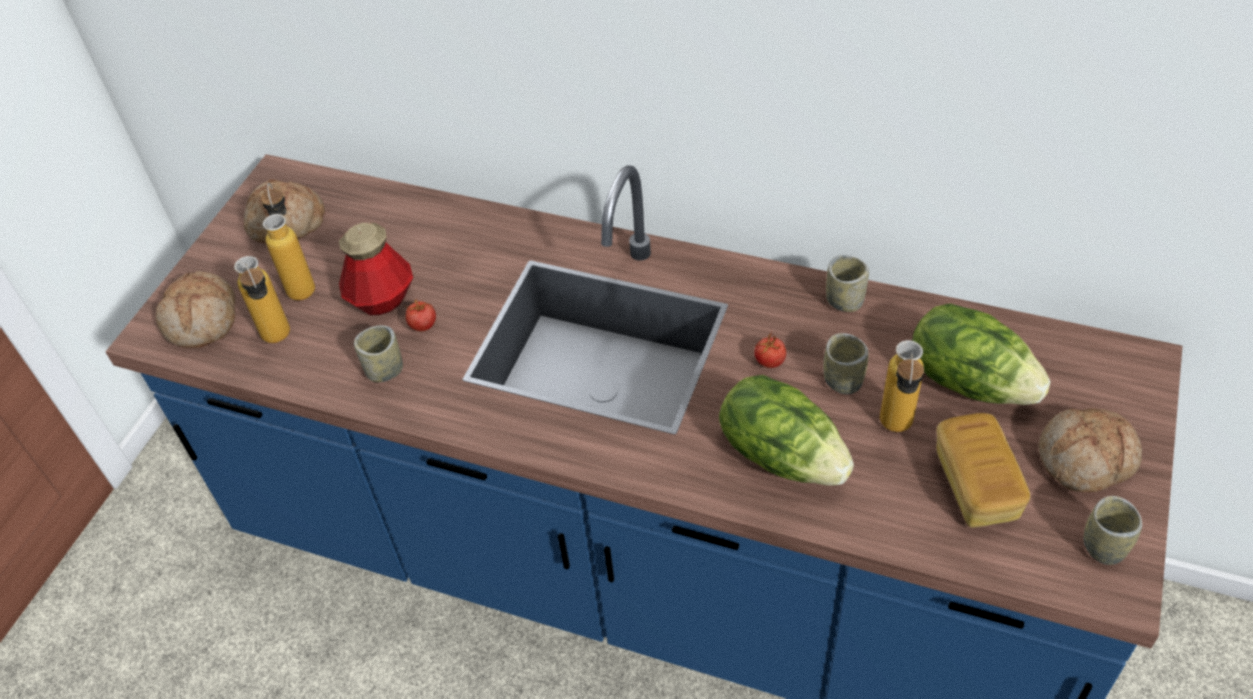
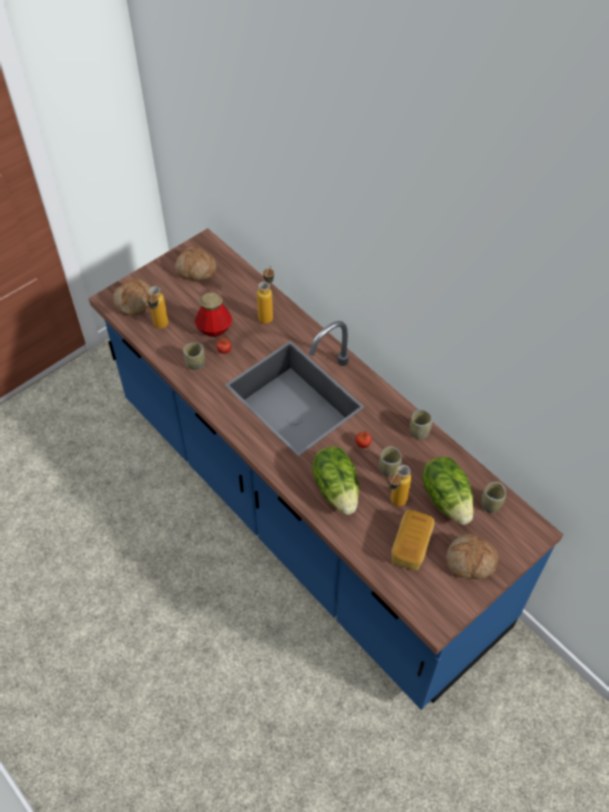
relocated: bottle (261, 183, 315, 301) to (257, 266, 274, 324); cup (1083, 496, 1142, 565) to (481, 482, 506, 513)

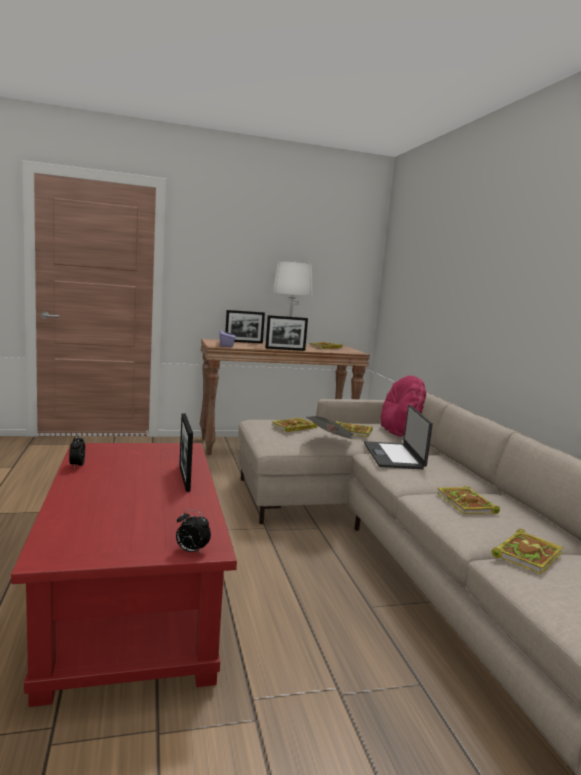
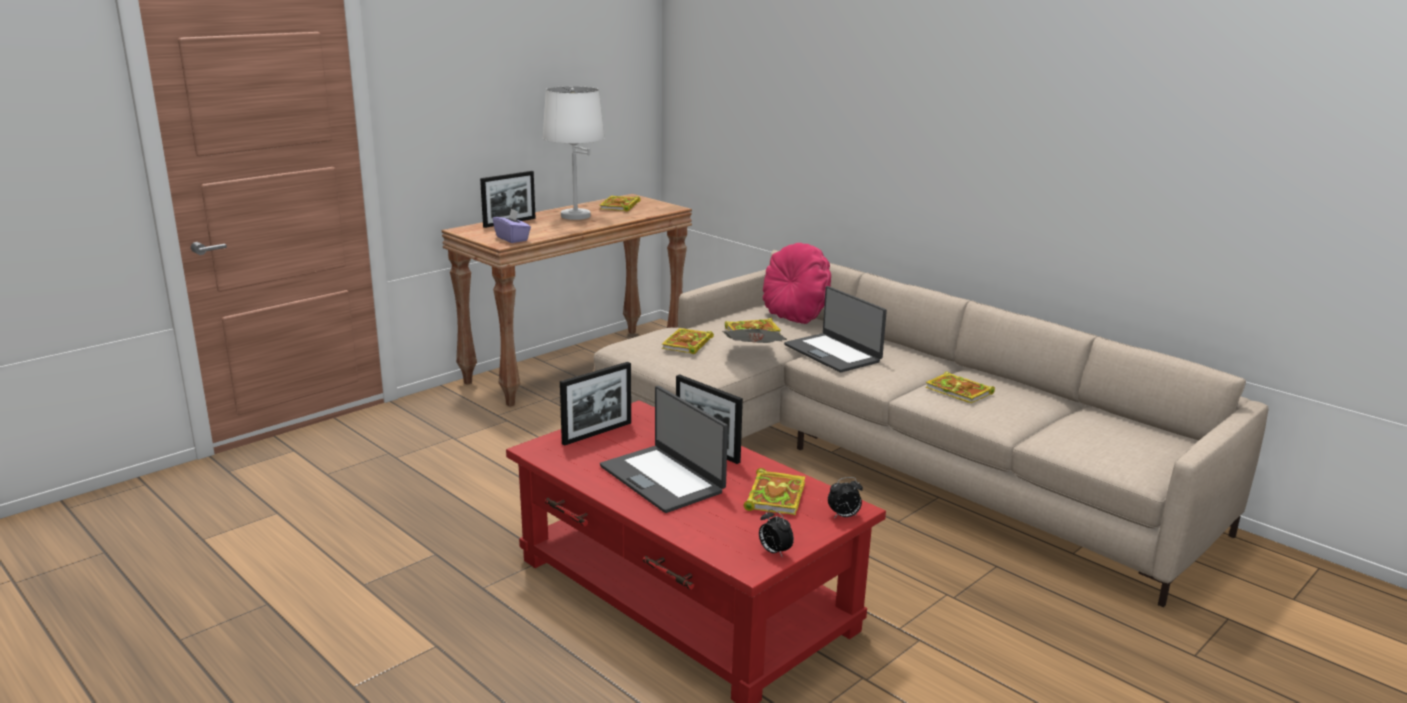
appeared: laptop (600, 386, 728, 513)
relocated: picture frame (265, 315, 308, 351) to (560, 362, 631, 446); book (491, 529, 564, 574) to (744, 468, 806, 515); alarm clock (69, 434, 85, 469) to (759, 509, 794, 558)

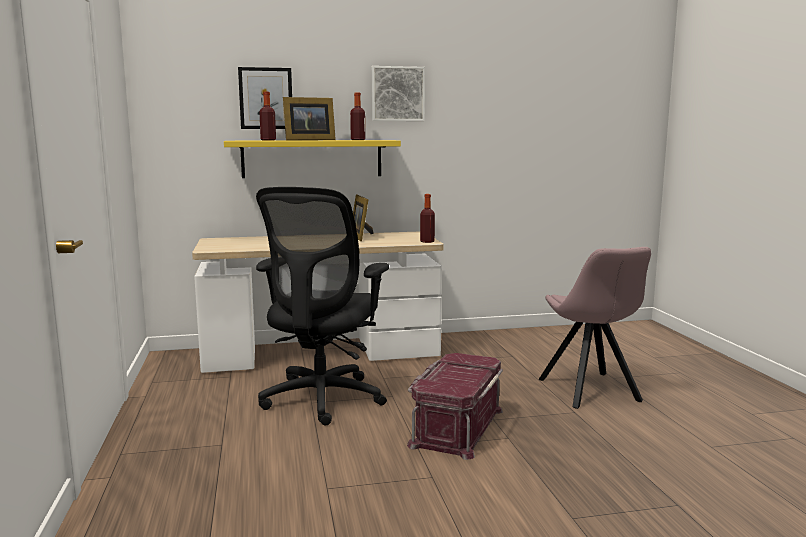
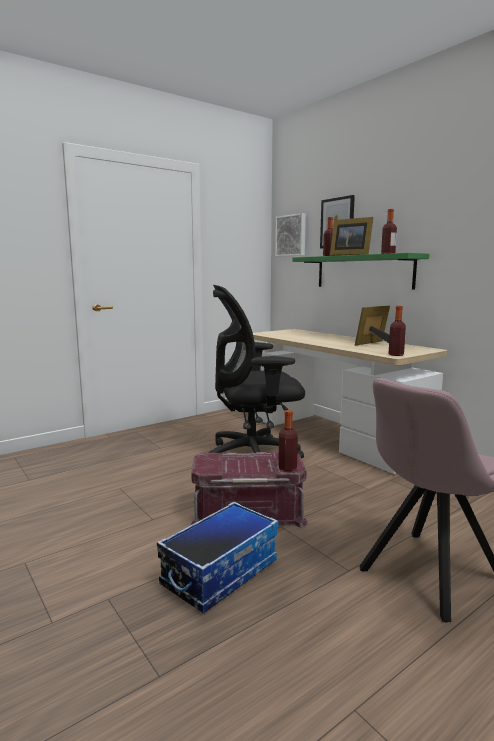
appeared: storage box (157, 502, 279, 614); bottle (278, 410, 298, 471)
relocated: picture (372, 66, 425, 121) to (275, 213, 306, 257)
colour: shelf (yellow) (224, 140, 401, 178) to shelf (green) (292, 253, 429, 290)

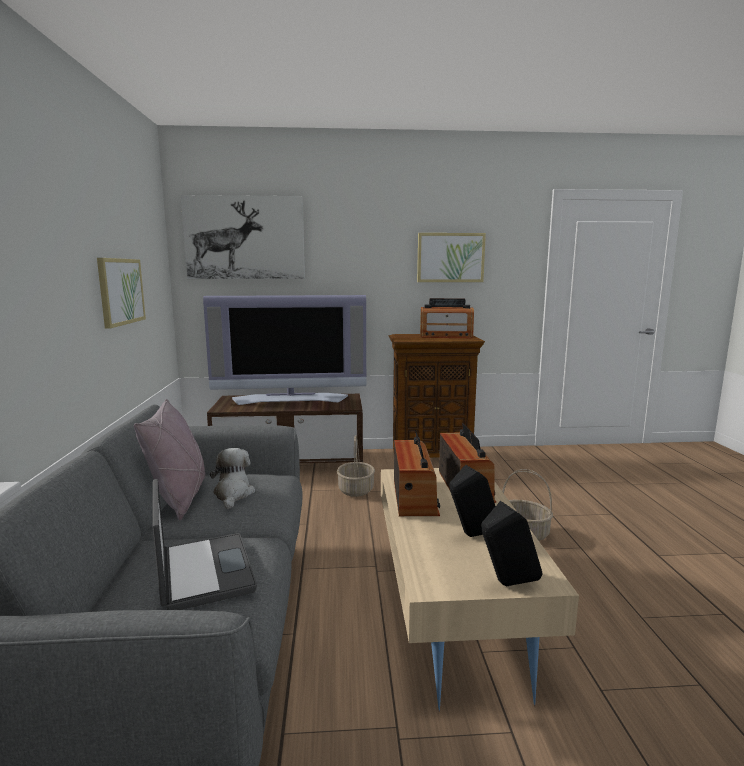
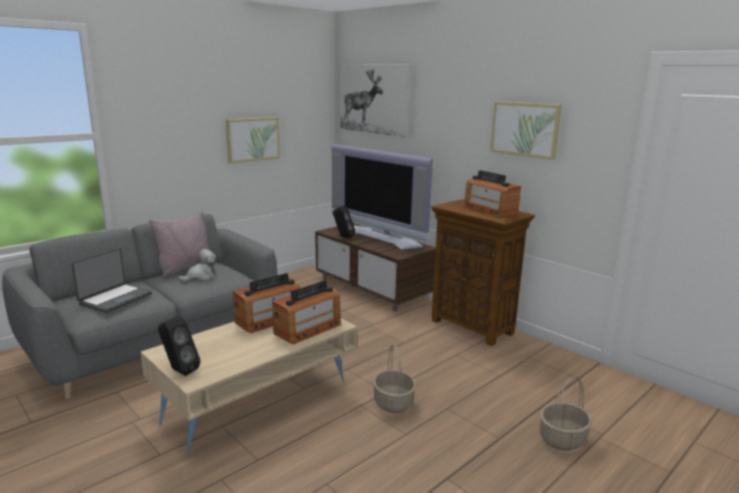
relocated: speaker (black) (449, 464, 495, 537) to (333, 205, 355, 238); basket (337, 435, 375, 497) to (540, 376, 592, 450)

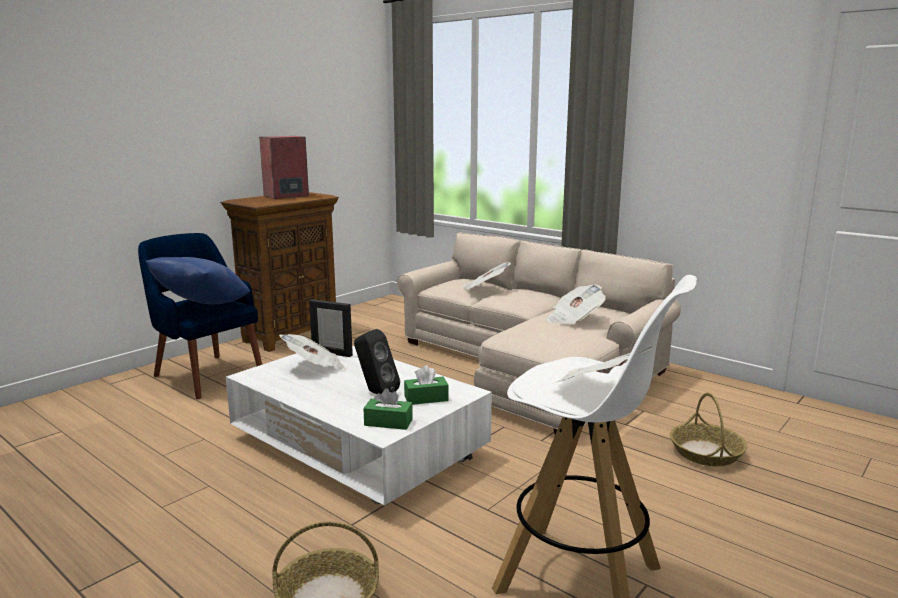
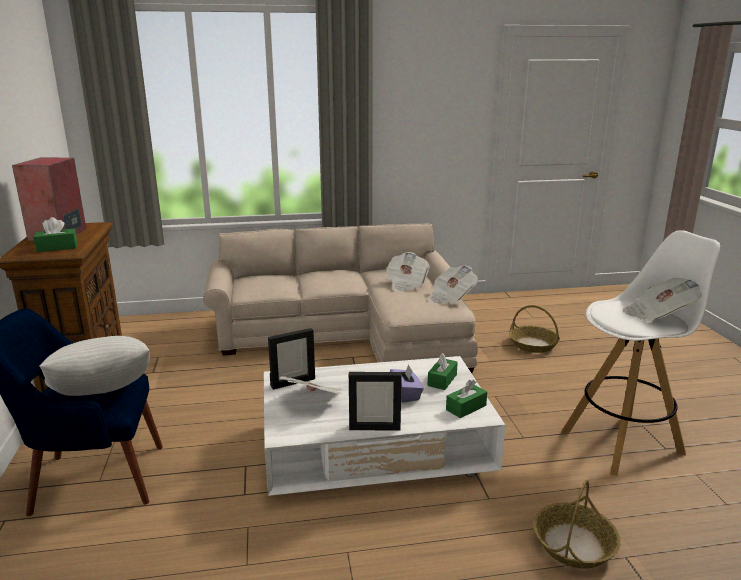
appeared: tissue box (green) (33, 217, 77, 252); picture frame (349, 372, 402, 430)
relocated: newspaper (463, 262, 511, 290) to (428, 265, 478, 304)
exchanged: speaker (black) (354, 329, 400, 394) to tissue box (purple) (390, 364, 424, 403)
colour: pillow (blue) (146, 257, 250, 304) to pillow (white) (39, 336, 150, 396)

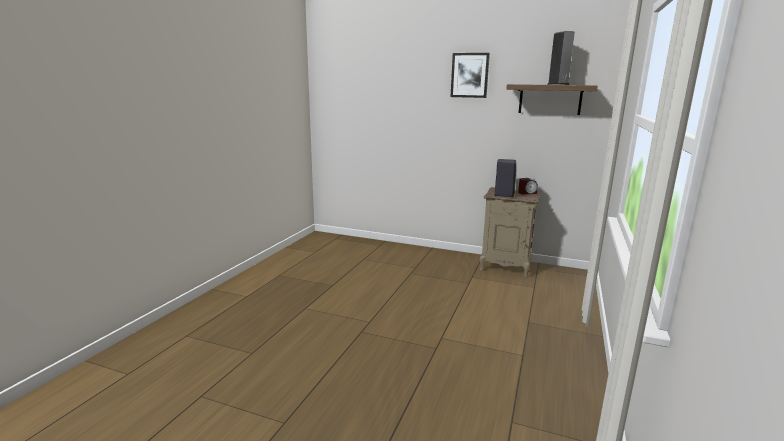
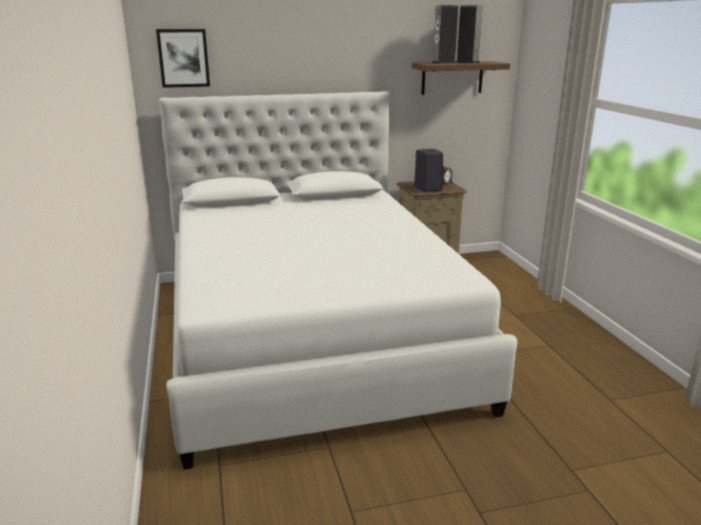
appeared: bed (white) (159, 91, 517, 470); speaker (432, 5, 459, 64)
relocated: picture (451, 53, 490, 98) to (156, 29, 210, 88)

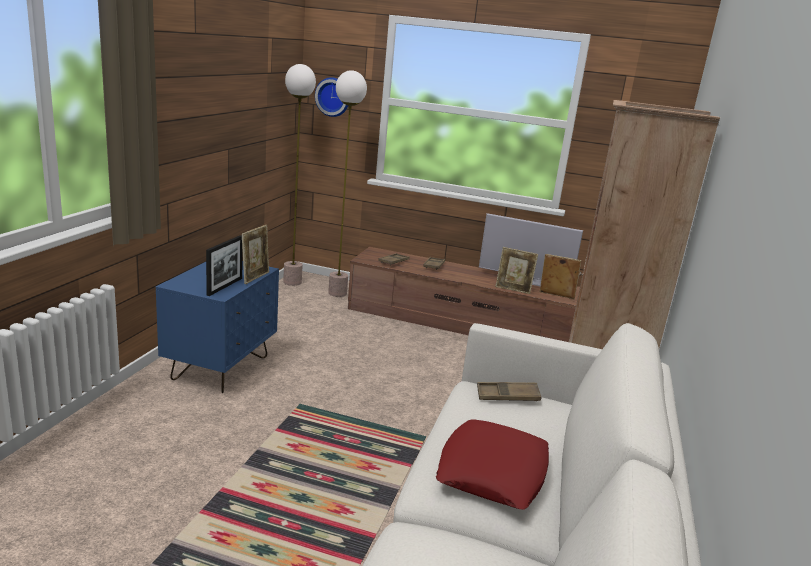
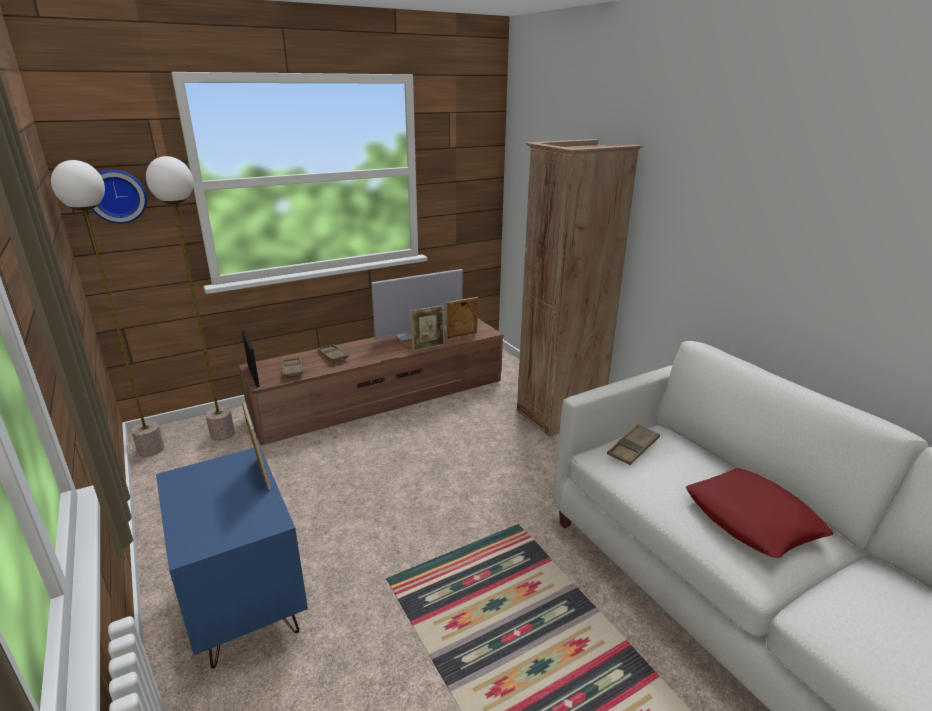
relocated: picture frame (206, 235, 243, 296) to (242, 330, 260, 387)

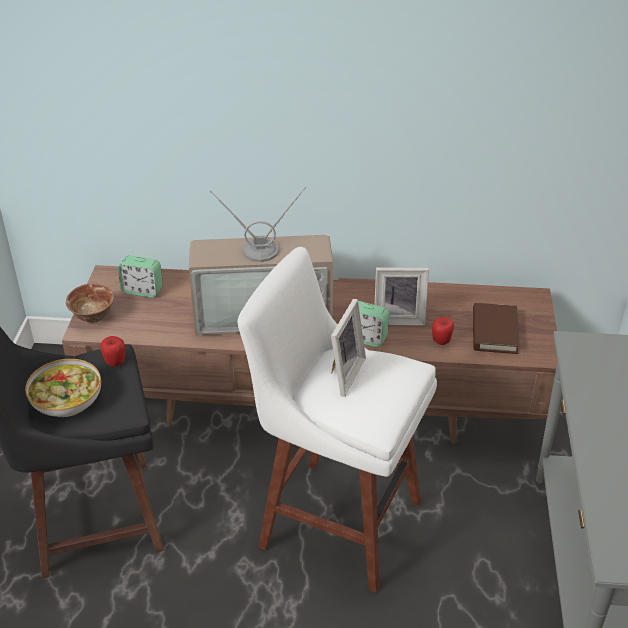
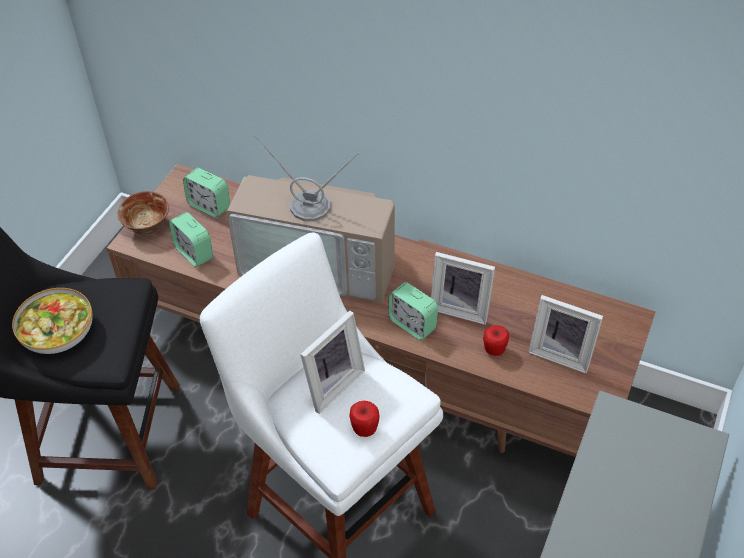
appeared: alarm clock (169, 212, 213, 267)
relocated: apple (100, 336, 125, 367) to (350, 401, 379, 437)
exchanged: book (brown) (473, 303, 520, 354) to picture frame (528, 295, 603, 373)

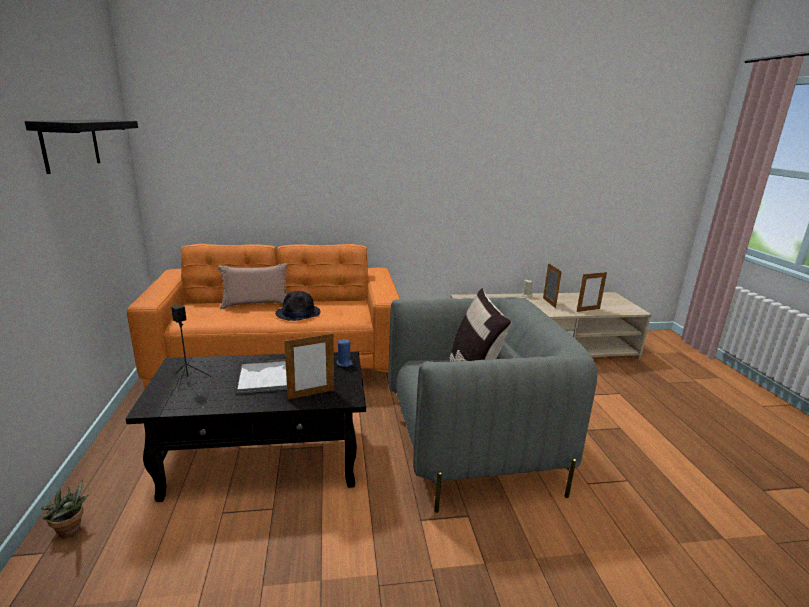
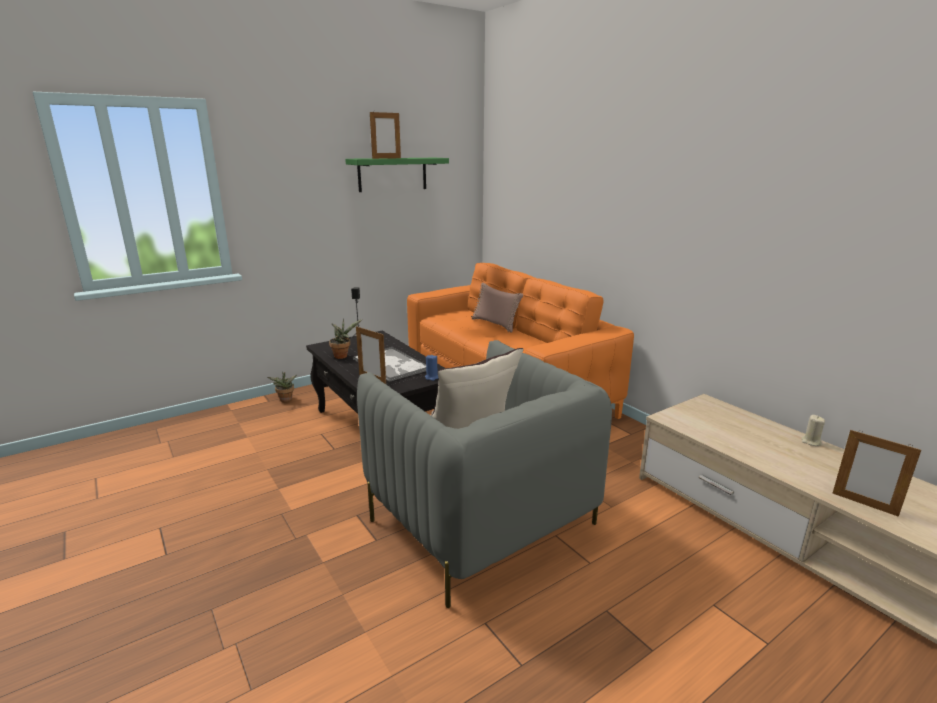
missing: hat (black) (275, 291, 321, 321)
appeared: potted plant (329, 319, 362, 359)
relocated: picture frame (543, 263, 562, 308) to (370, 112, 401, 159)
colour: shelf (black) (25, 120, 138, 174) to shelf (green) (345, 158, 449, 192)

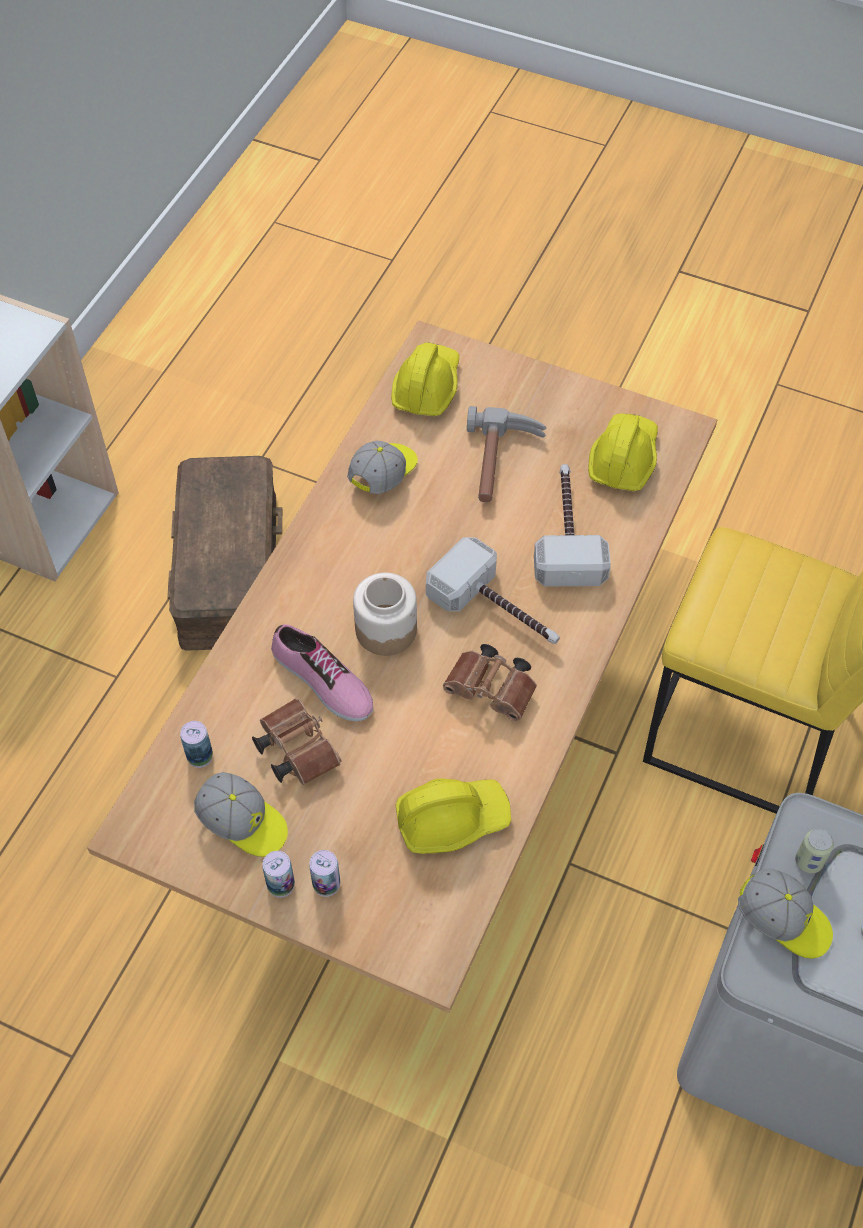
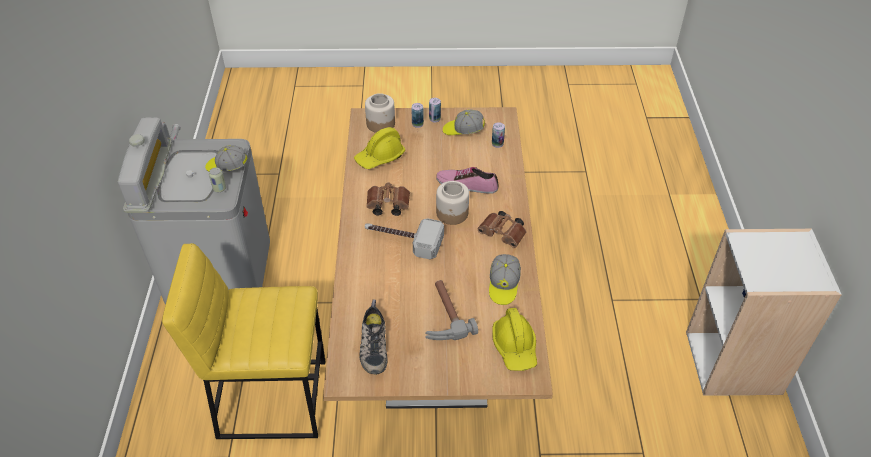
missing: storage box (brown) (167, 456, 282, 651); hammer (534, 464, 611, 587)
appeared: jar (365, 93, 395, 133)
relocated: binoculars (brown) (252, 698, 342, 785) to (477, 211, 526, 248)
exchanged: hard hat (yellow) (588, 413, 658, 491) to shoe (359, 300, 388, 375)

